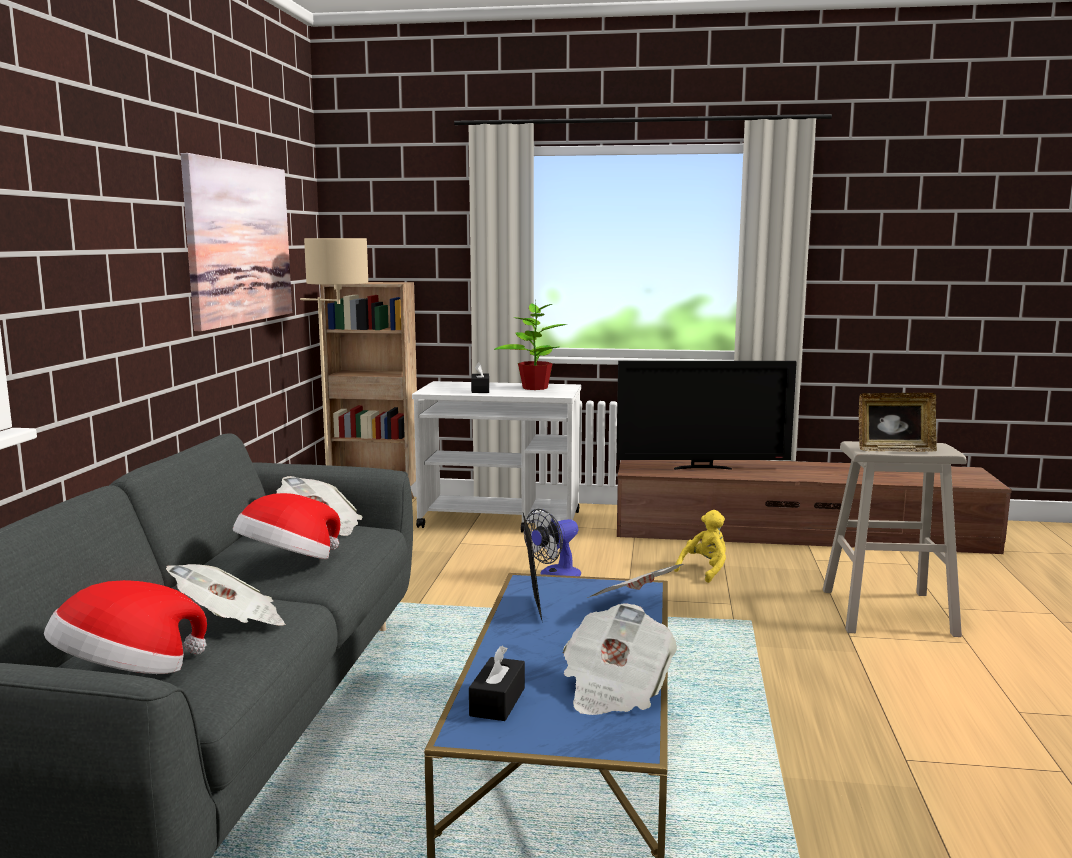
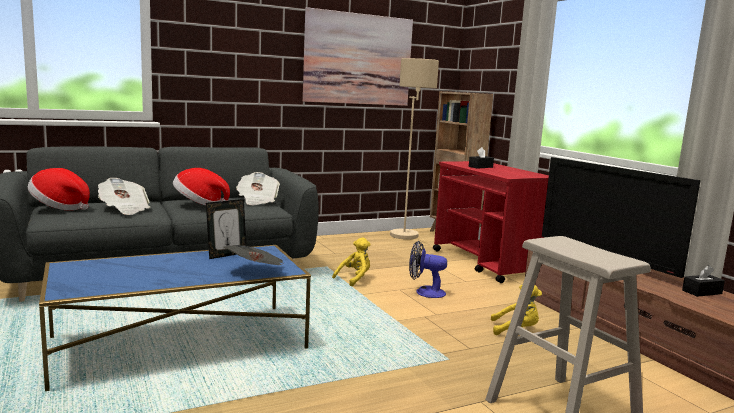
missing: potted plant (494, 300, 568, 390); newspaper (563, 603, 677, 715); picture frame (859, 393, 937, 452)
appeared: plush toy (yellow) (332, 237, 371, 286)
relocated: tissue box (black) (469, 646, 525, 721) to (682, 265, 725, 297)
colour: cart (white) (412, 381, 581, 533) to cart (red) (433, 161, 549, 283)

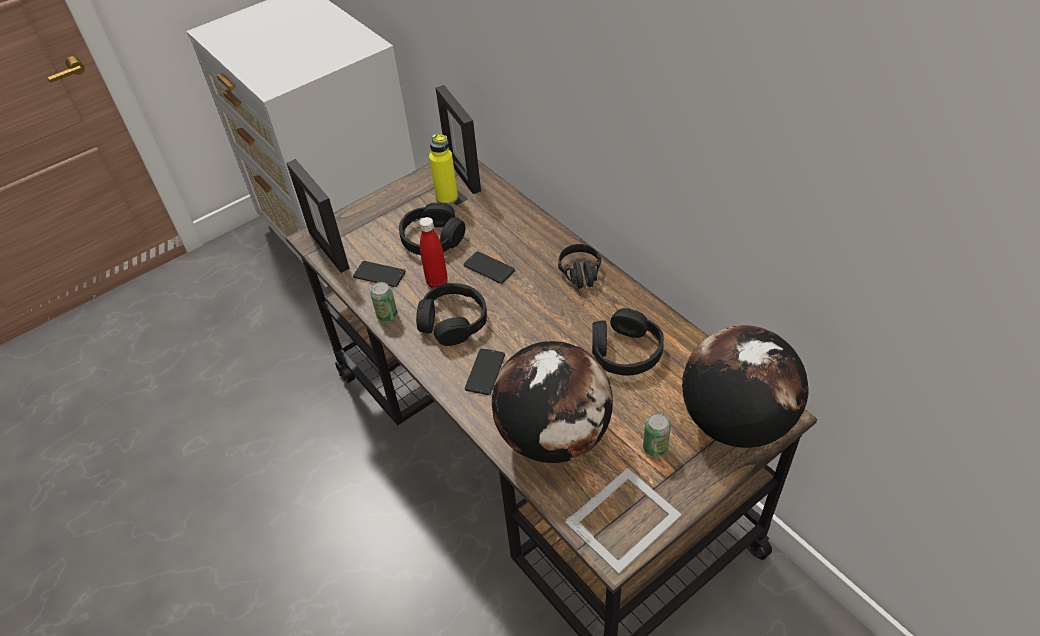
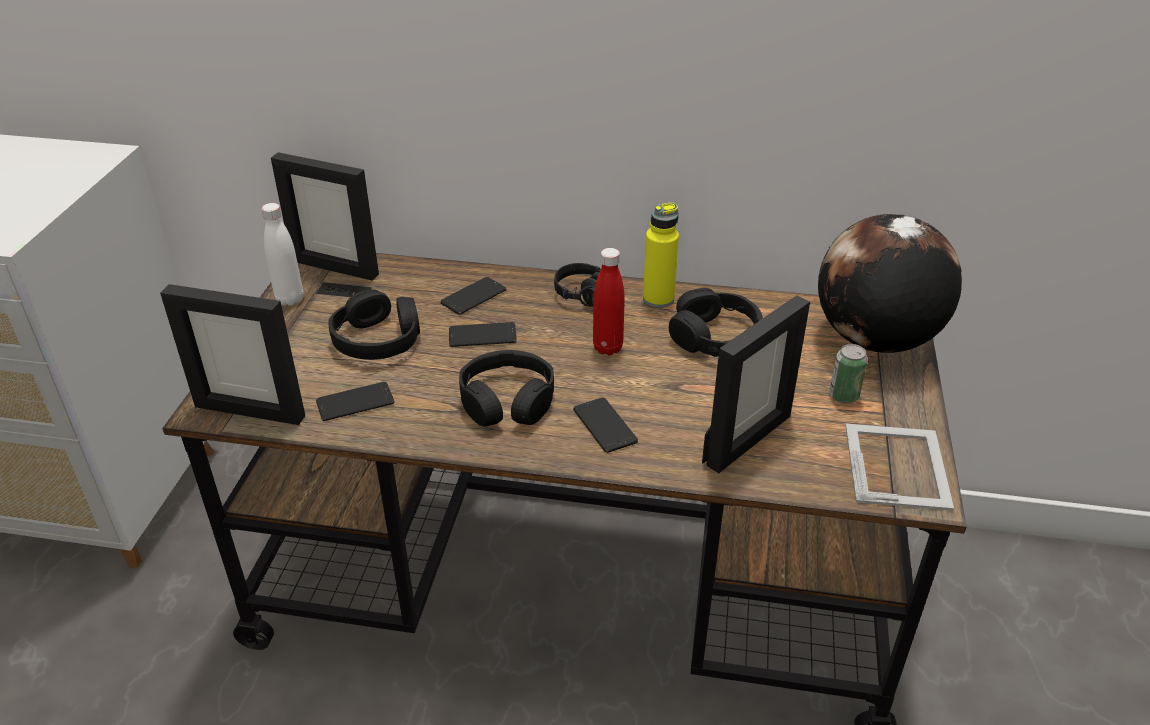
missing: can (370, 282, 397, 322)
appeared: bottle (white) (262, 203, 303, 306); phone (440, 277, 506, 315)
relocated: bottle (red) (419, 217, 448, 289) to (593, 248, 625, 355); bottle (yellow) (429, 134, 458, 205) to (643, 203, 679, 308)
exchanged: globe (492, 341, 613, 463) to picture frame (702, 295, 810, 473)

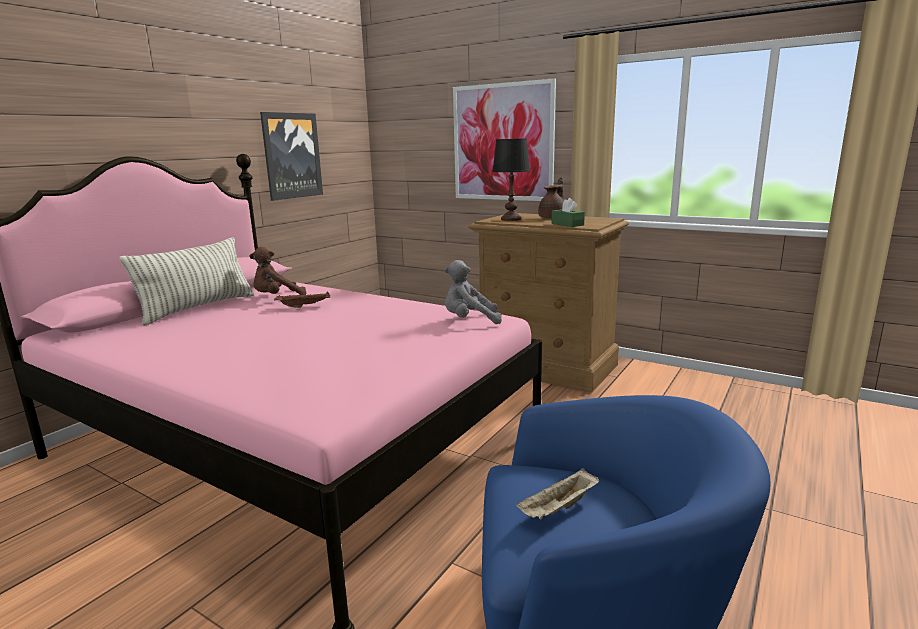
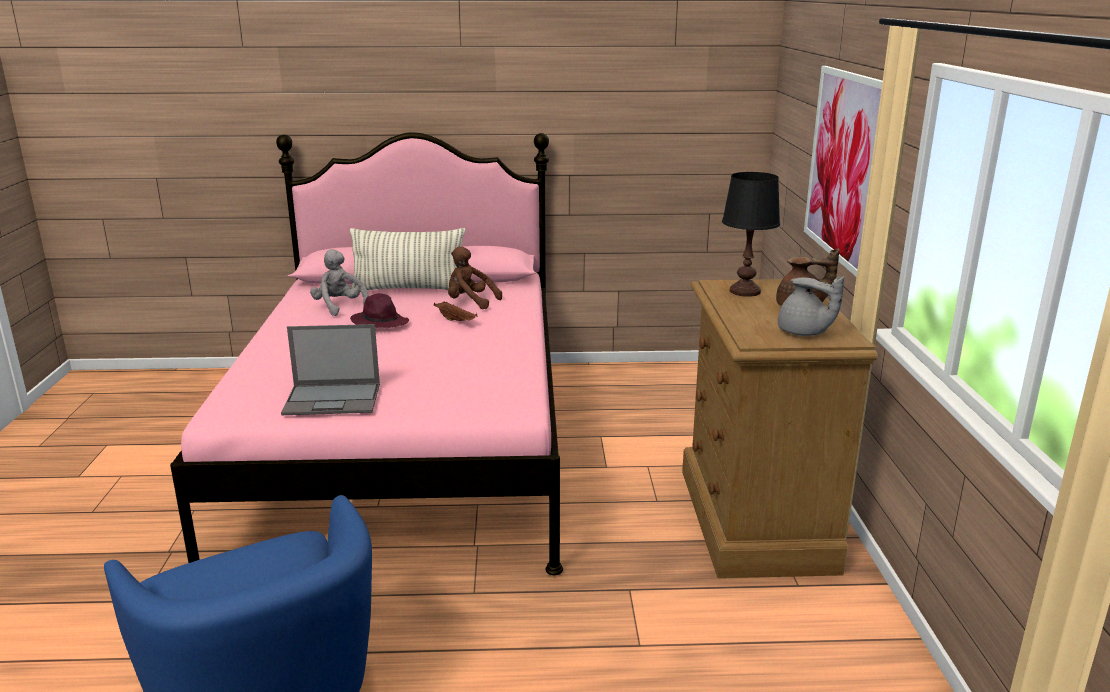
missing: picture (260, 112, 323, 201); tray (beige) (516, 468, 599, 520); tissue box (green) (551, 198, 585, 227)
appeared: laptop (281, 324, 380, 415); hat (purple) (350, 293, 409, 328); teapot (grey) (778, 276, 844, 336)
relocated: plush toy (grey) (444, 260, 502, 324) to (310, 249, 369, 316)

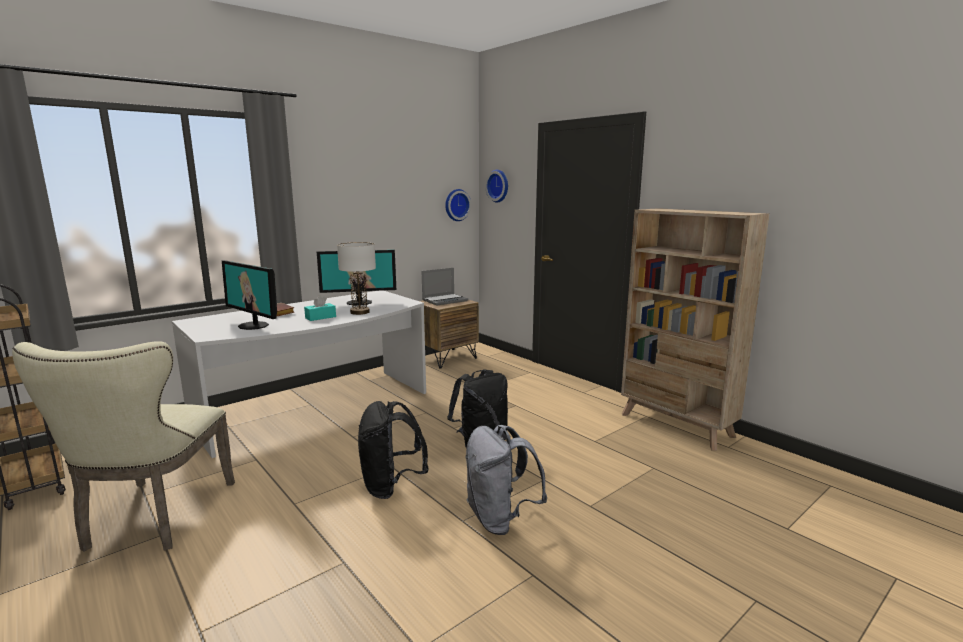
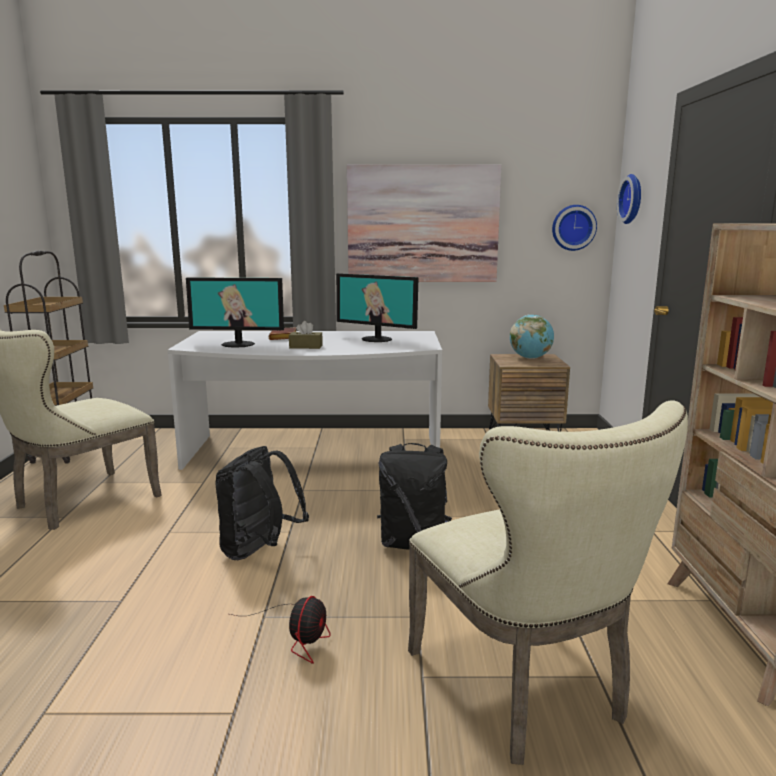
missing: table lamp (337, 242, 376, 315)
appeared: picture (347, 164, 502, 282); chair (beige) (408, 400, 688, 765)
exchanged: backpack (grey) (465, 425, 547, 535) to fan (229, 596, 331, 664); laptop (422, 268, 468, 306) to globe (510, 314, 554, 359)
colour: tissue box (turquoise) (304, 295, 336, 321) to tissue box (brown) (289, 321, 323, 349)
spun: monitor (222, 260, 277, 330) = (186, 277, 284, 348) 75 degrees counterclockwise

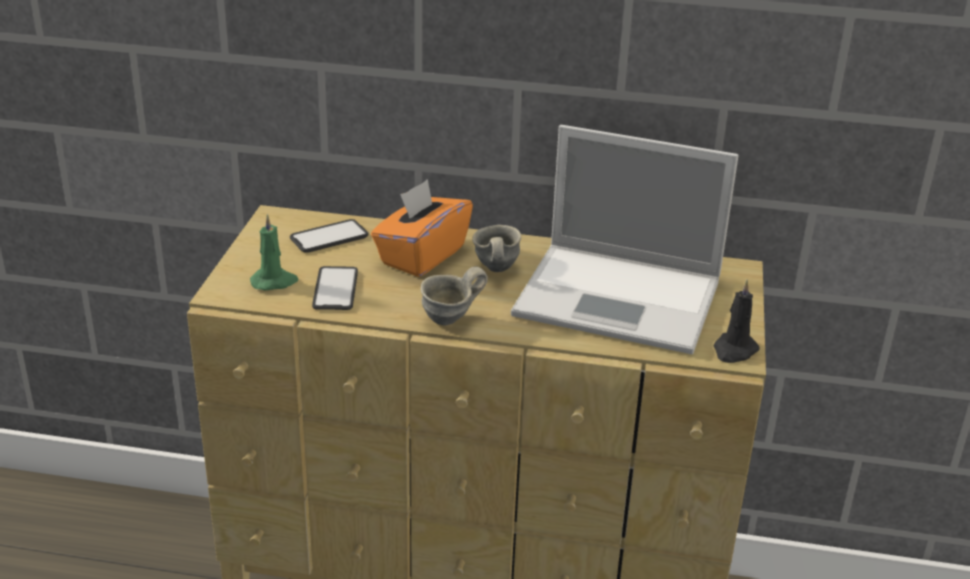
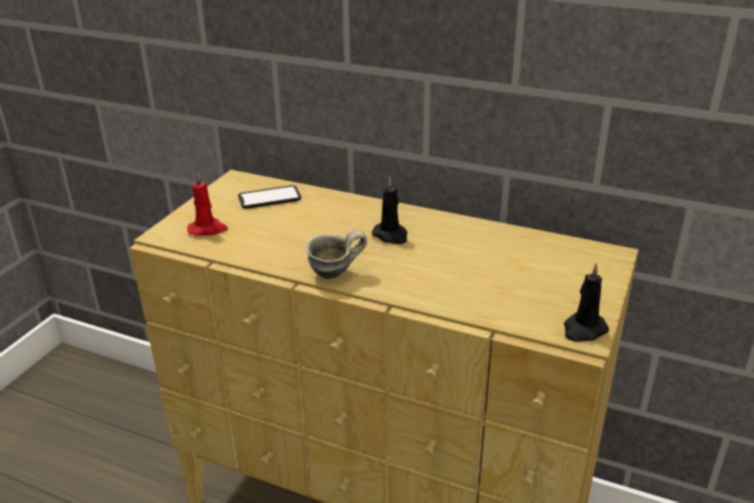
missing: phone (312, 266, 358, 310); tissue box (orange) (371, 179, 473, 277); laptop (511, 125, 739, 354)
exchanged: mug (grey) (472, 225, 521, 272) to candle (black) (372, 177, 407, 244)
colour: candle (green) (250, 214, 299, 291) to candle (red) (187, 172, 228, 236)

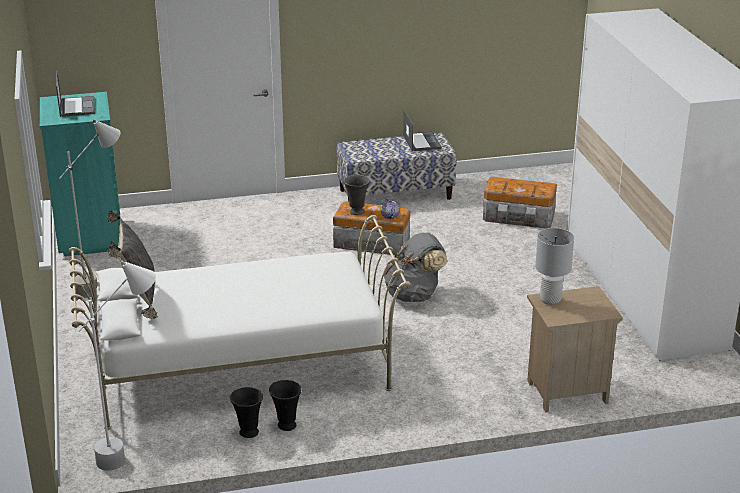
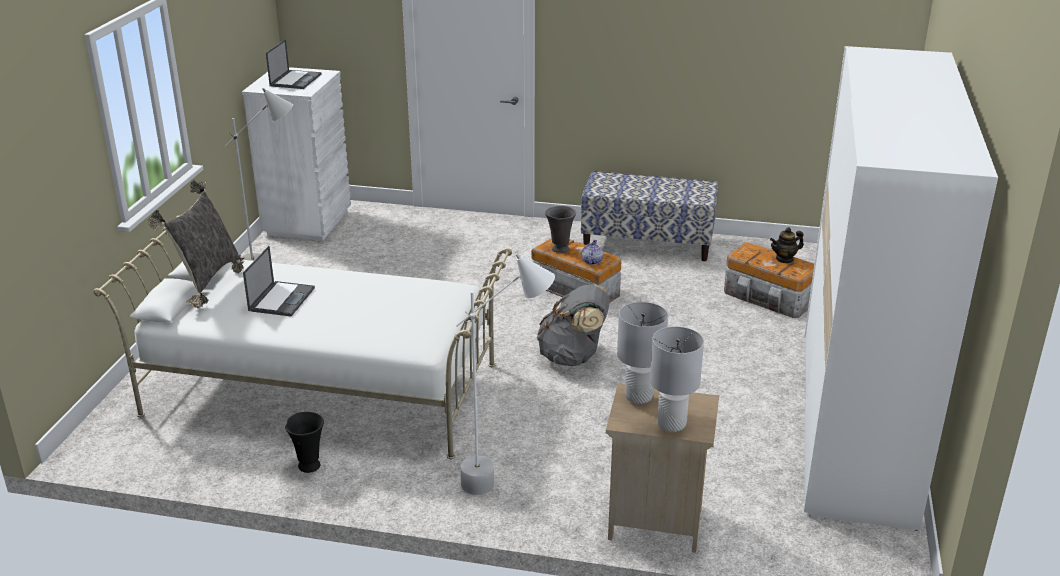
missing: vase (black) (230, 387, 263, 438)
appeared: table lamp (grey) (650, 326, 704, 432); teapot (770, 227, 804, 263)
relocated: laptop (403, 110, 442, 151) to (243, 246, 315, 317); floor lamp (white) (78, 261, 156, 471) to (456, 253, 555, 495)
colour: dresser (turquoise) (40, 92, 121, 256) to dresser (white) (242, 67, 351, 241)

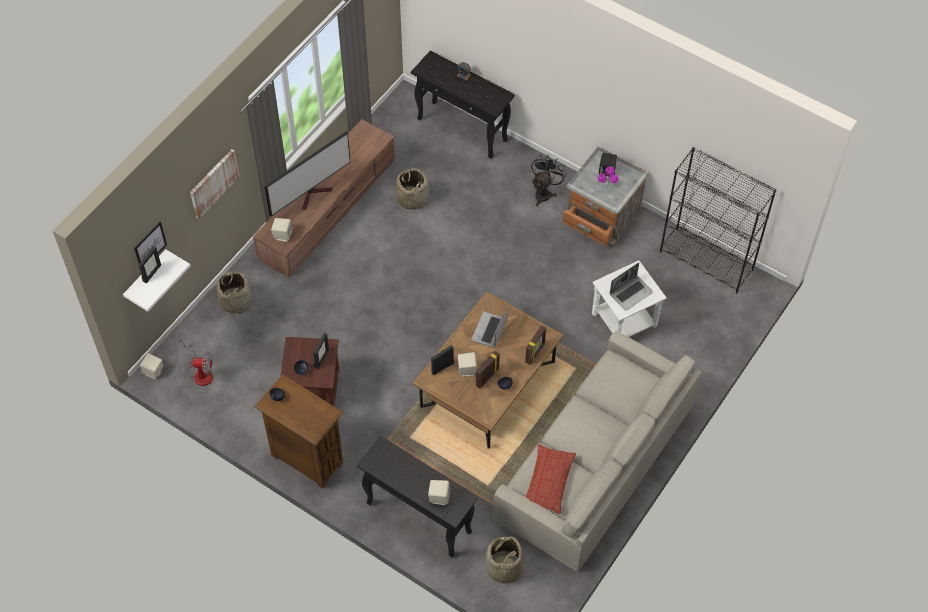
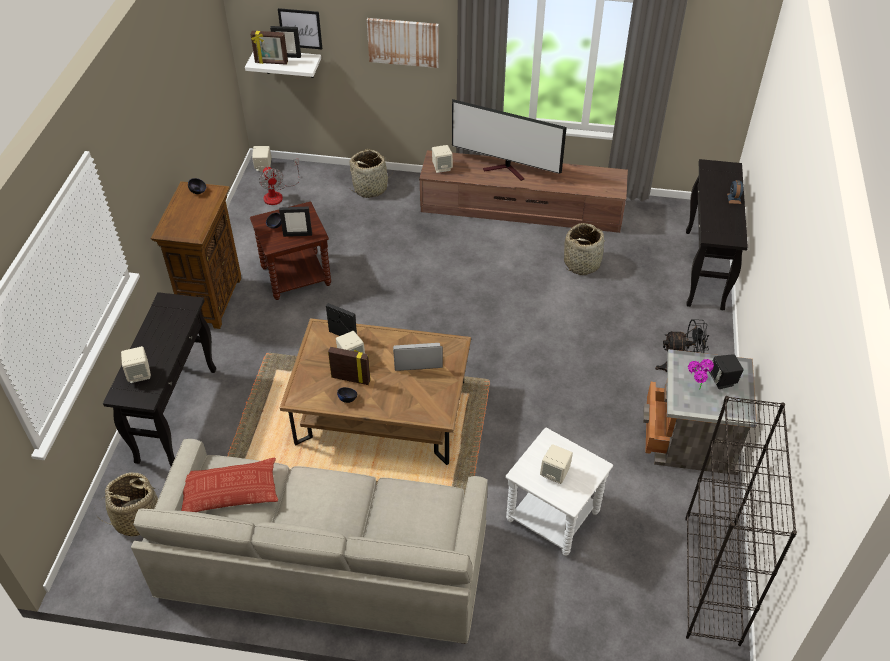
relocated: picture frame (525, 325, 546, 365) to (251, 31, 288, 65)
exchanged: laptop (610, 263, 653, 310) to speaker (beige) (540, 444, 573, 484)

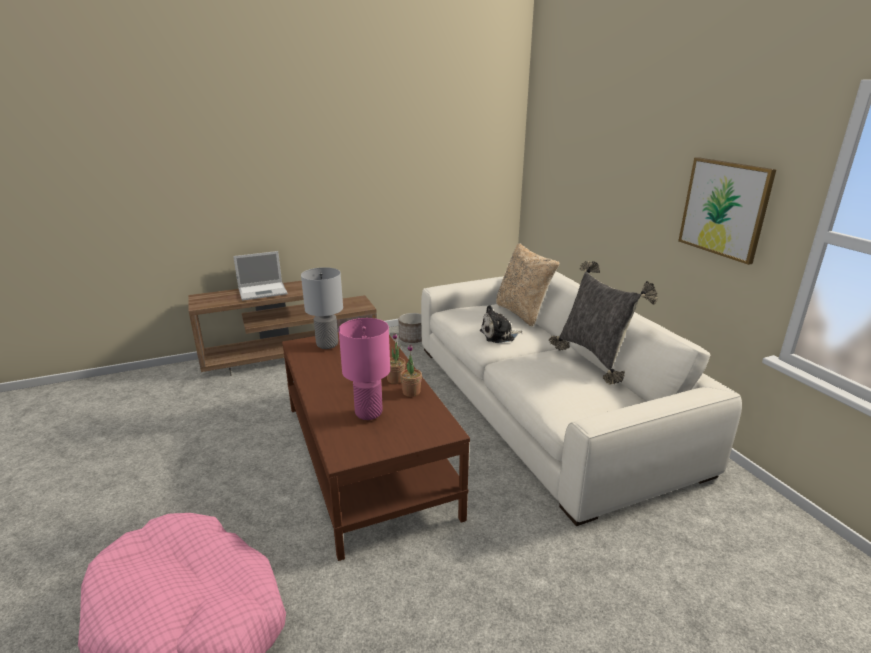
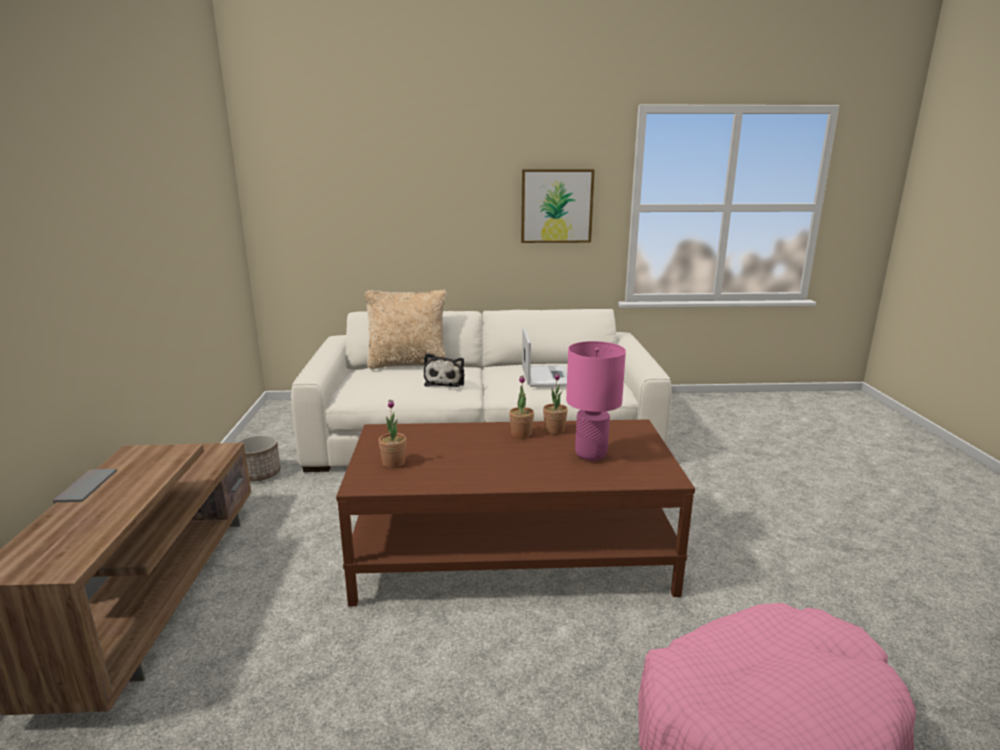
missing: pillow (549, 261, 658, 385)
relocated: laptop (233, 251, 288, 301) to (522, 327, 567, 387)
exchanged: table lamp (grey) (301, 267, 343, 349) to potted plant (379, 400, 406, 468)

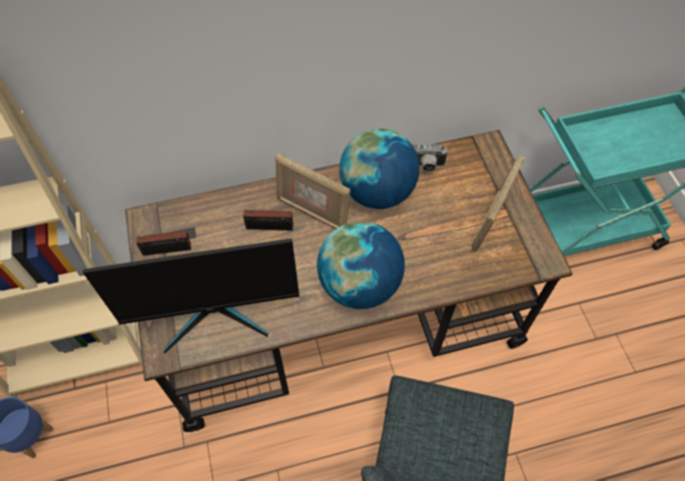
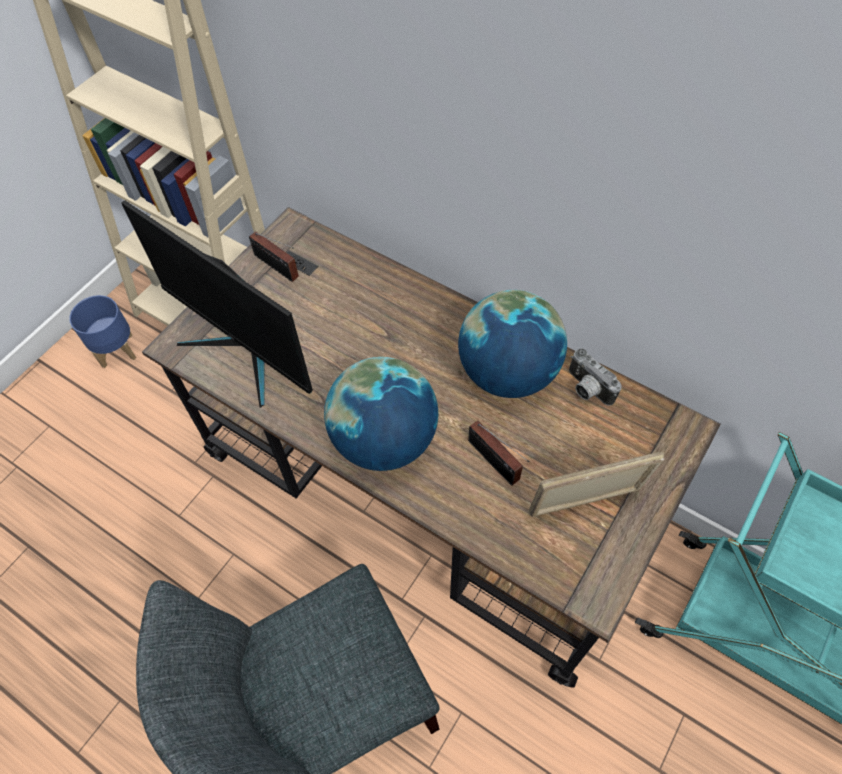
missing: picture frame (275, 154, 351, 229)
relocated: radio (243, 202, 296, 231) to (468, 420, 530, 486)

